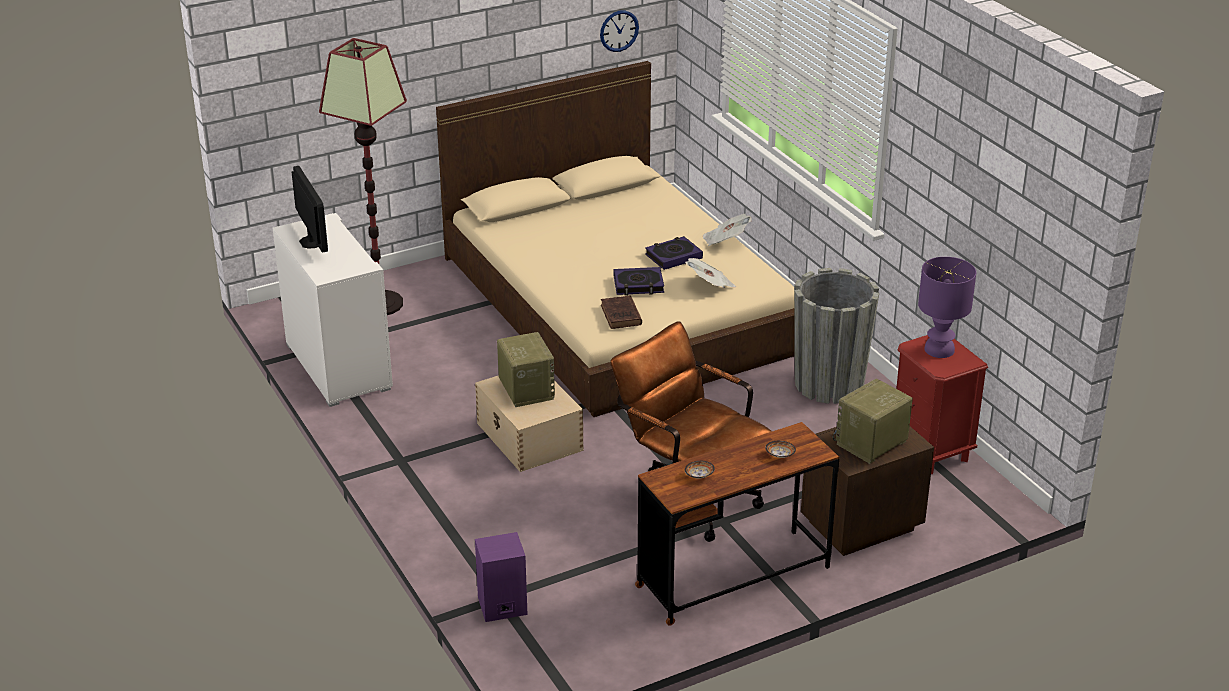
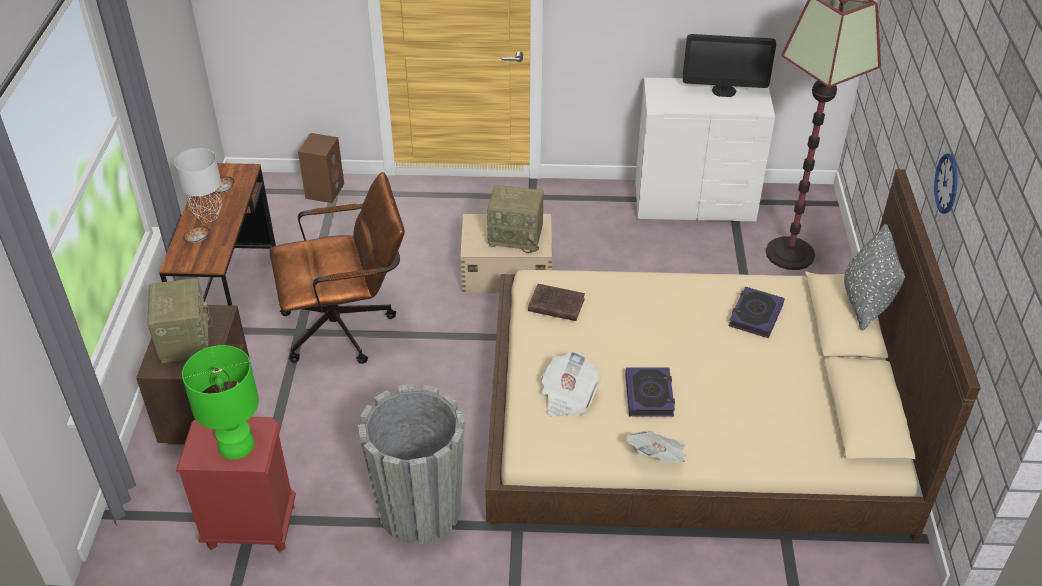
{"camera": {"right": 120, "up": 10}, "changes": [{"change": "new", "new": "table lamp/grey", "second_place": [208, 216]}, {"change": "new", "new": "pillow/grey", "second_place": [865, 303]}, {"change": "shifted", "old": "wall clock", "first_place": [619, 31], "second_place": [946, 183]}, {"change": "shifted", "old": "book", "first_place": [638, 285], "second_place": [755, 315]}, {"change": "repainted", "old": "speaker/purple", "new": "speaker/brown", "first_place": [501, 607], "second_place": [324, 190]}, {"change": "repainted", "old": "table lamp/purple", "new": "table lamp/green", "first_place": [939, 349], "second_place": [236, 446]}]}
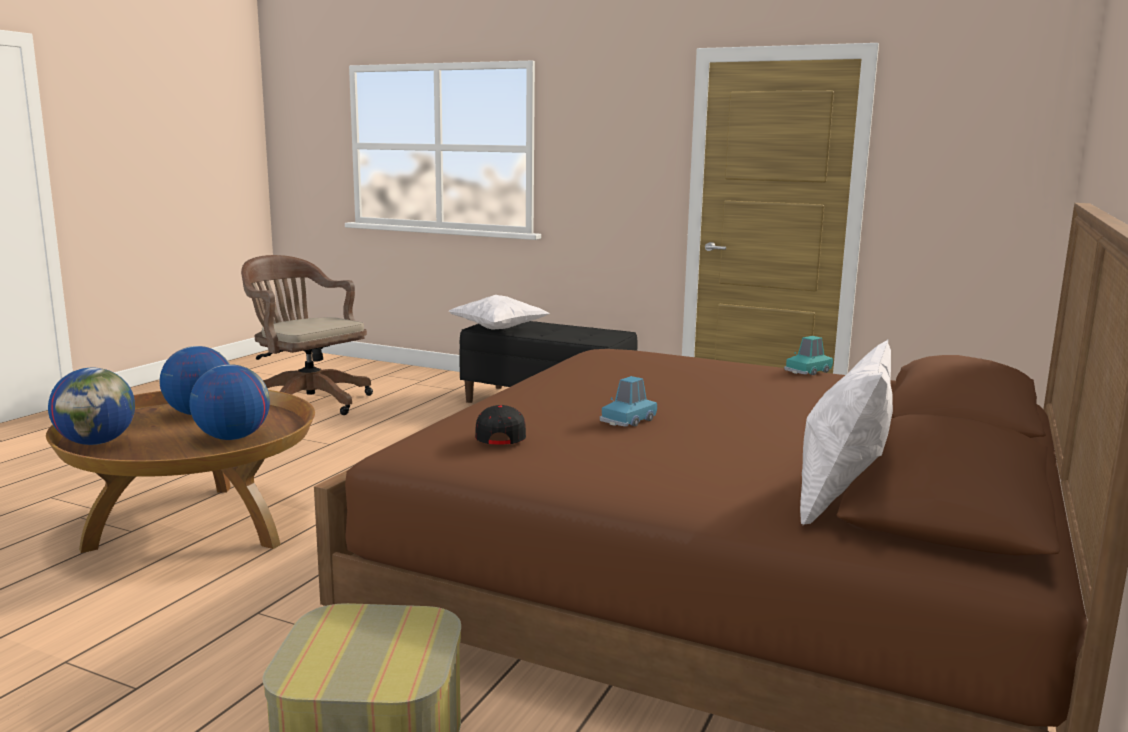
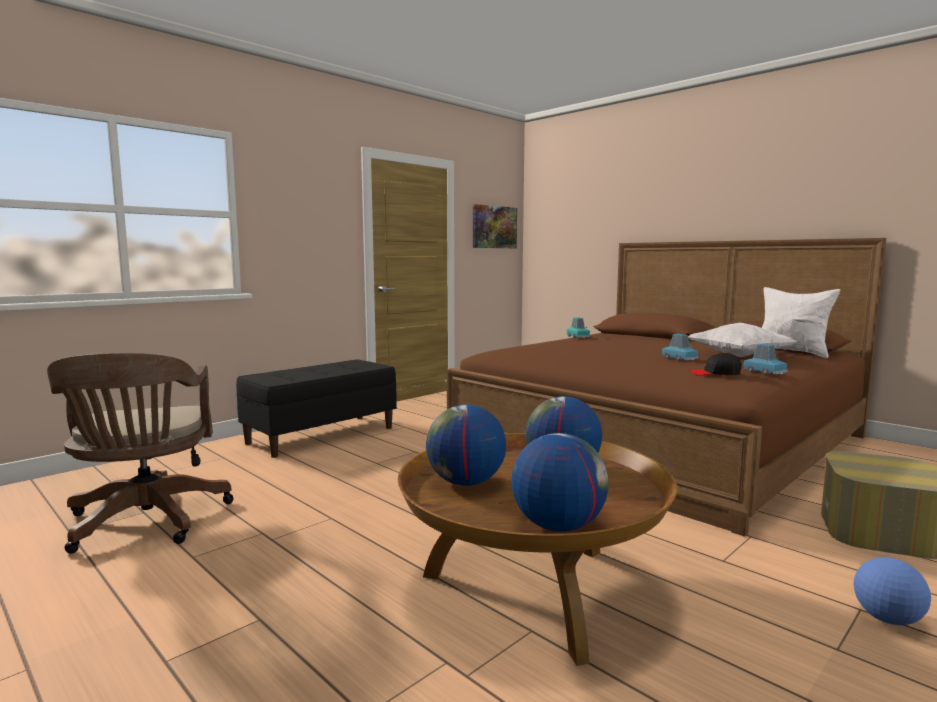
{"camera": {"right": -70, "up": -5}, "changes": [{"change": "new", "new": "picture", "second_place": [494, 227]}, {"change": "new", "new": "toy car/blue", "second_place": [764, 372]}, {"change": "new", "new": "football", "second_place": [887, 619]}, {"change": "shifted", "old": "pillow/white", "first_place": [499, 329], "second_place": [738, 356]}, {"change": "rotated", "old": "office chair/brown", "first_place": [307, 401], "second_place": [146, 523], "degrees": -75}]}
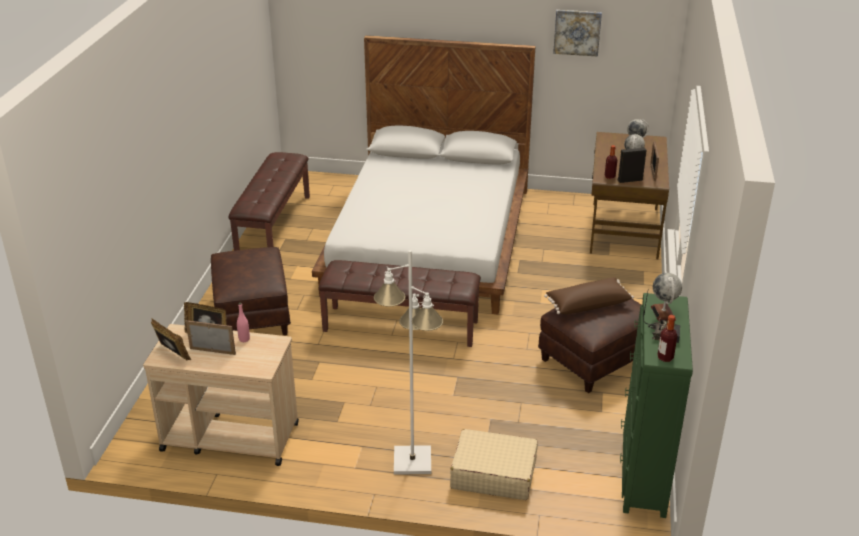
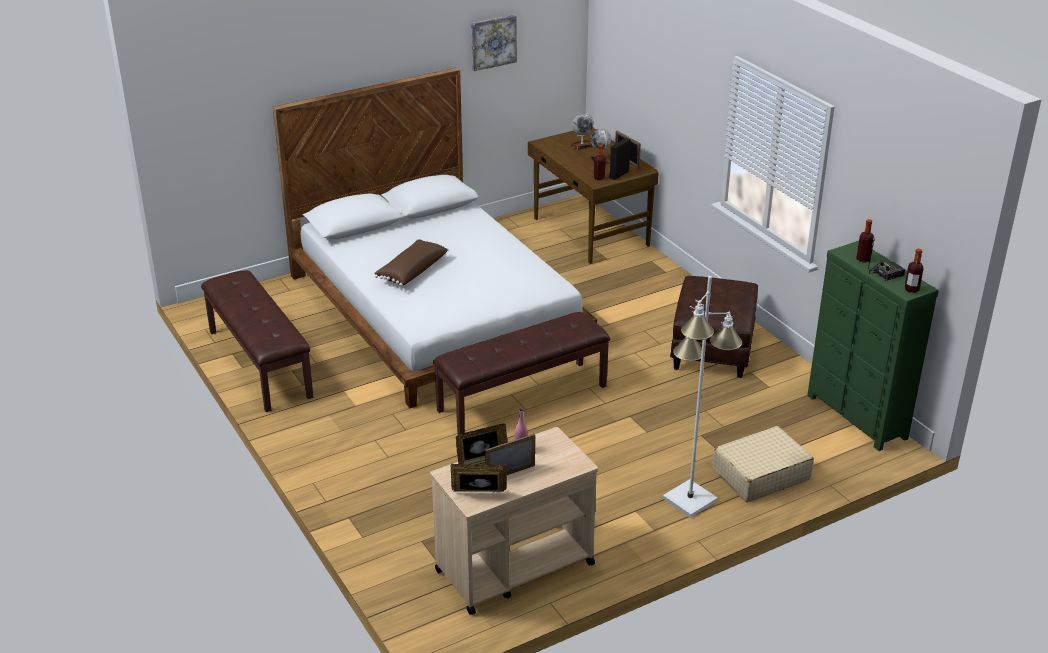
{"camera": {"right": -40, "up": 0}, "changes": [{"change": "gone", "old": "ottoman/brown", "first_place": [251, 315]}, {"change": "shifted", "old": "pillow/brown", "first_place": [587, 304], "second_place": [411, 271]}, {"change": "swapped", "old": "globe", "new": "bottle", "first_place": [663, 313], "second_place": [863, 259]}]}
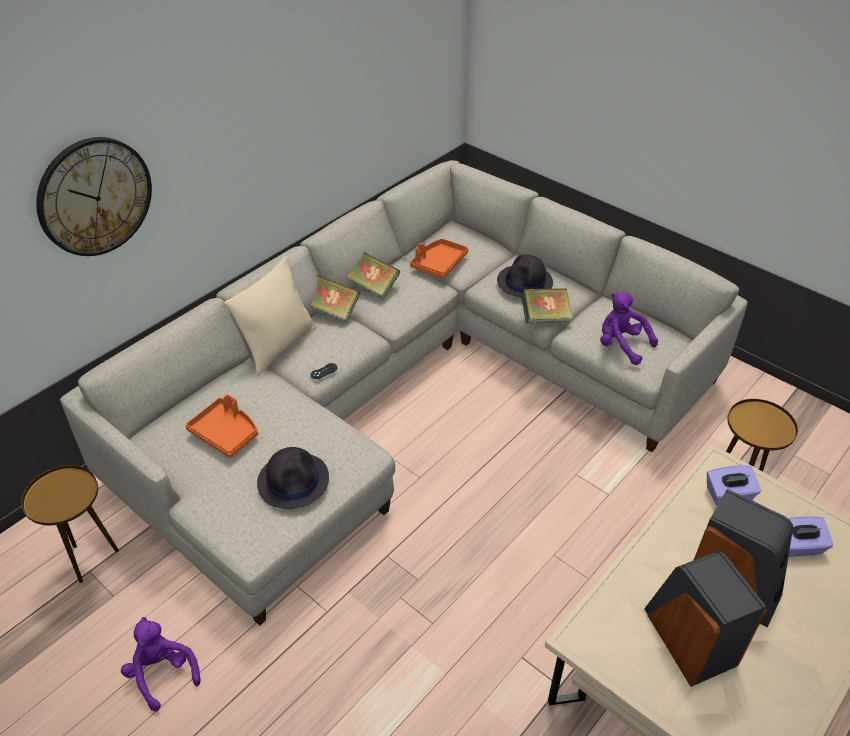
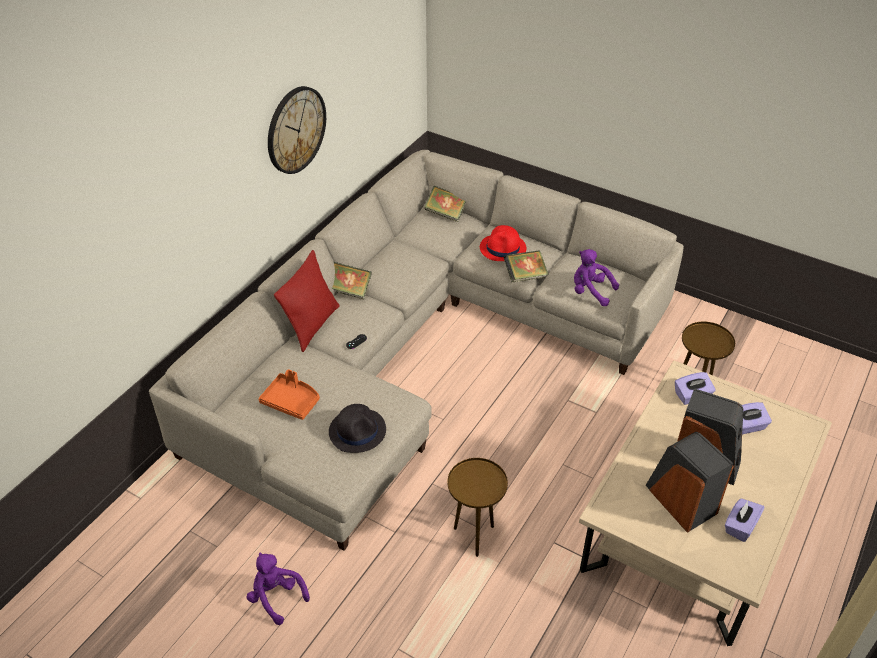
{"camera": {"right": -10, "up": 0}, "changes": [{"change": "gone", "old": "tray/orange", "first_place": [439, 264]}, {"change": "new", "new": "tissue box/purple", "second_place": [740, 526]}, {"change": "shifted", "old": "side table/brown", "first_place": [91, 559], "second_place": [474, 536]}, {"change": "shifted", "old": "wall clock", "first_place": [95, 196], "second_place": [295, 130]}, {"change": "shifted", "old": "book", "first_place": [372, 287], "second_place": [446, 213]}, {"change": "repainted", "old": "pillow/beige", "new": "pillow/red", "first_place": [279, 346], "second_place": [312, 325]}, {"change": "repainted", "old": "hat/black", "new": "hat/red", "first_place": [525, 282], "second_place": [503, 248]}]}
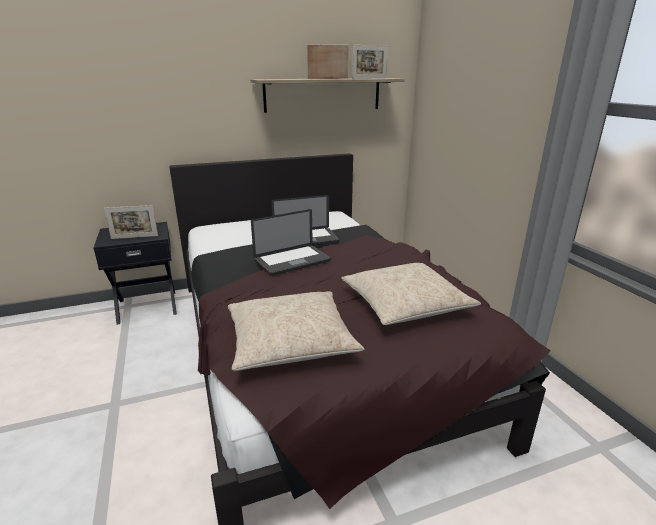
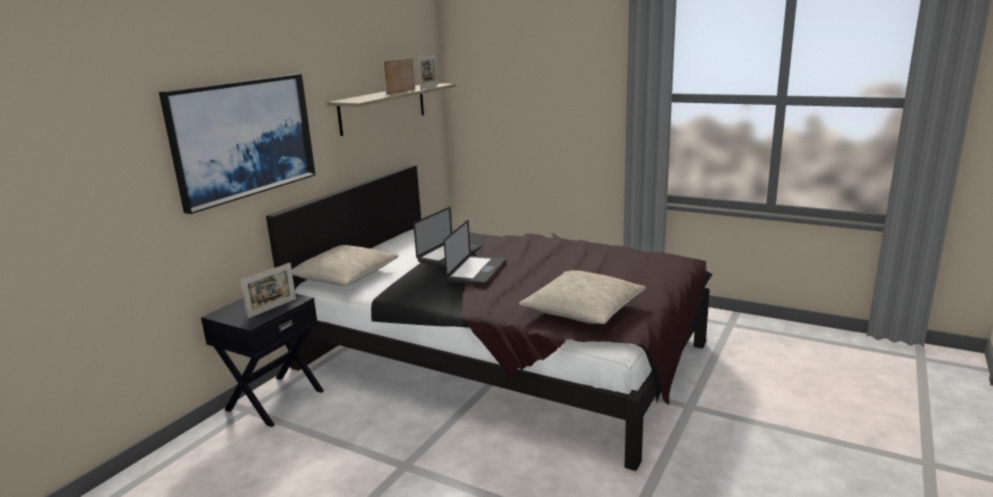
{"camera": {"right": -40, "up": -5}, "changes": [{"change": "new", "new": "picture", "second_place": [243, 138]}, {"change": "shifted", "old": "pillow/beige", "first_place": [405, 304], "second_place": [344, 276]}]}
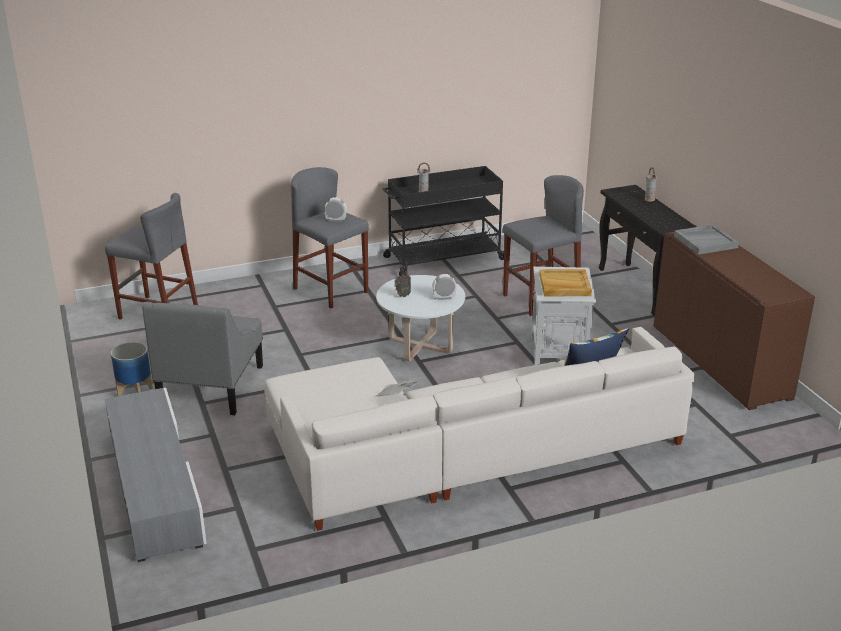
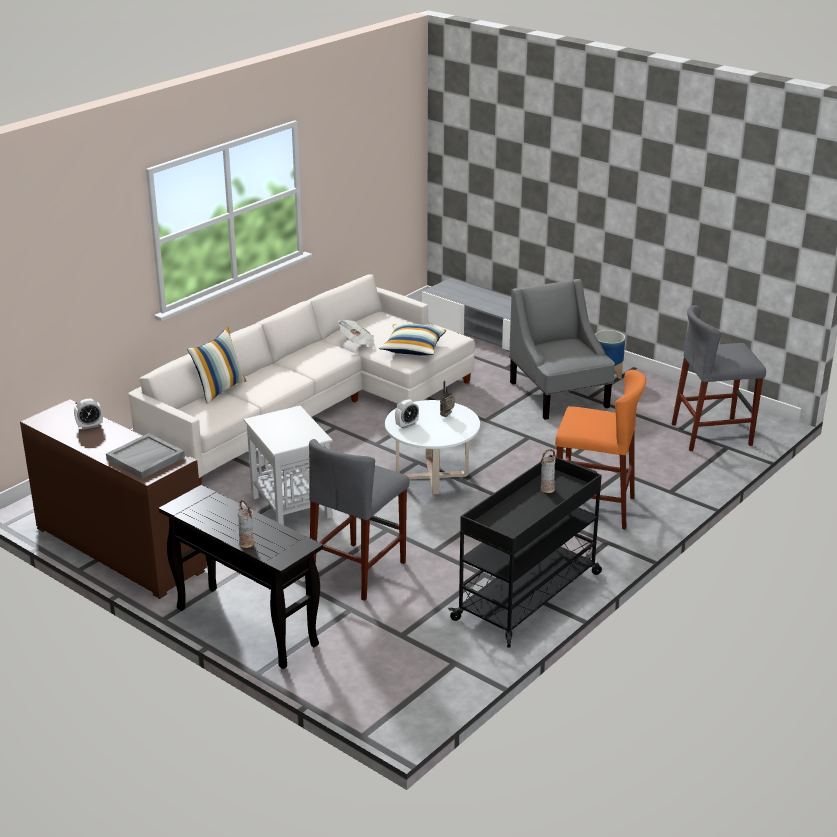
{"camera": {"right": 150, "up": 0}, "changes": [{"change": "gone", "old": "tray/beige", "first_place": [564, 285]}, {"change": "new", "new": "pillow", "second_place": [413, 348]}, {"change": "shifted", "old": "alarm clock", "first_place": [335, 220], "second_place": [90, 426]}, {"change": "repainted", "old": "stool/grey", "new": "stool/orange", "first_place": [331, 290], "second_place": [594, 508]}]}
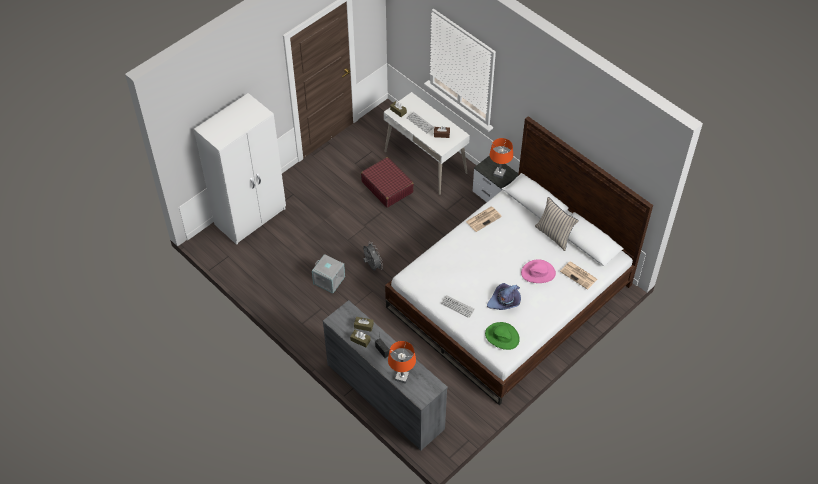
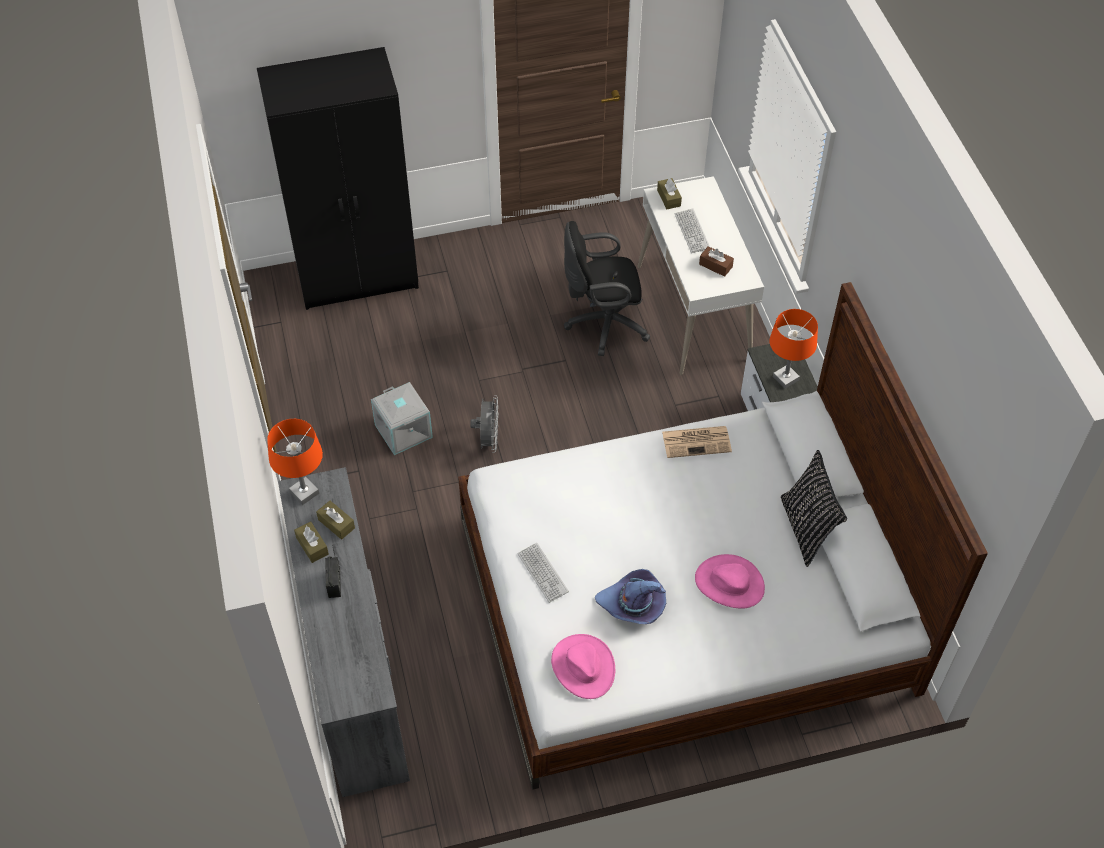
{"camera": {"right": 30, "up": 0}, "changes": [{"change": "gone", "old": "newspaper", "first_place": [579, 275]}, {"change": "shifted", "old": "table lamp/orange", "first_place": [402, 377], "second_place": [304, 493]}, {"change": "swapped", "old": "suitcase/red", "new": "office chair/black", "first_place": [387, 187], "second_place": [603, 324]}, {"change": "repainted", "old": "wardrobe/white", "new": "wardrobe/black", "first_place": [251, 217], "second_place": [359, 278]}, {"change": "repainted", "old": "hat/green", "new": "hat/pink", "first_place": [502, 337], "second_place": [583, 667]}, {"change": "repainted", "old": "pillow/beige", "new": "pillow/black", "first_place": [554, 235], "second_place": [807, 528]}]}
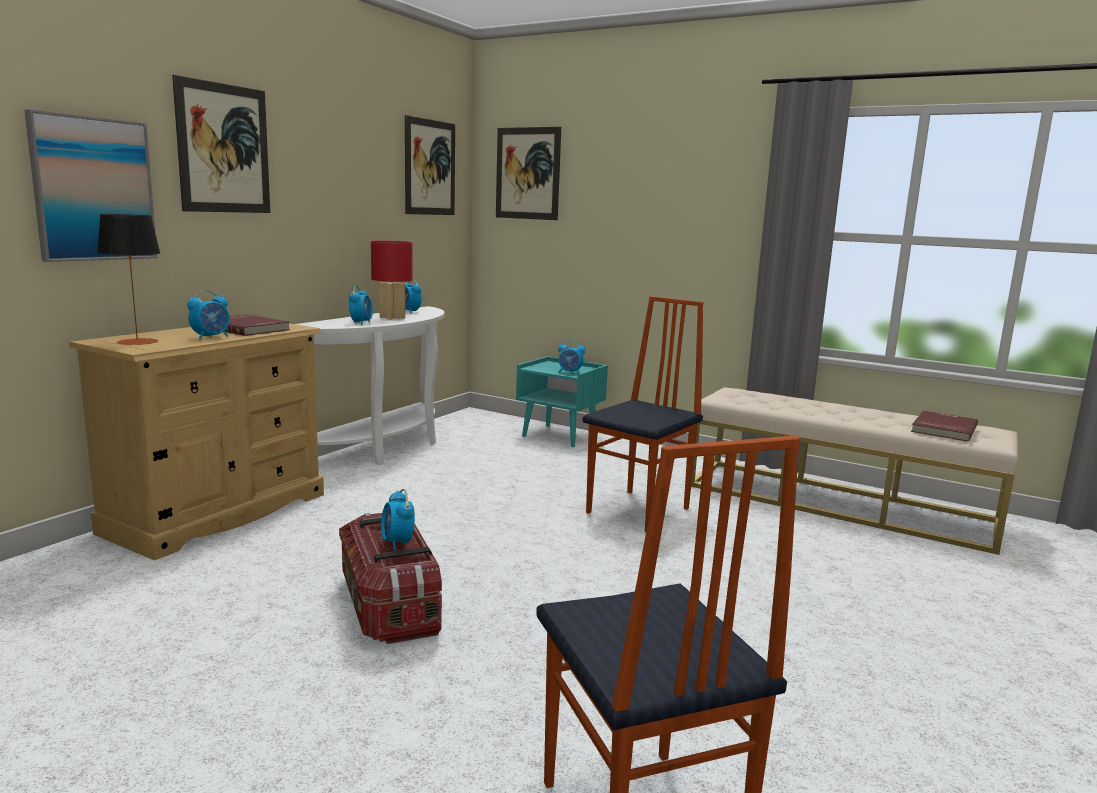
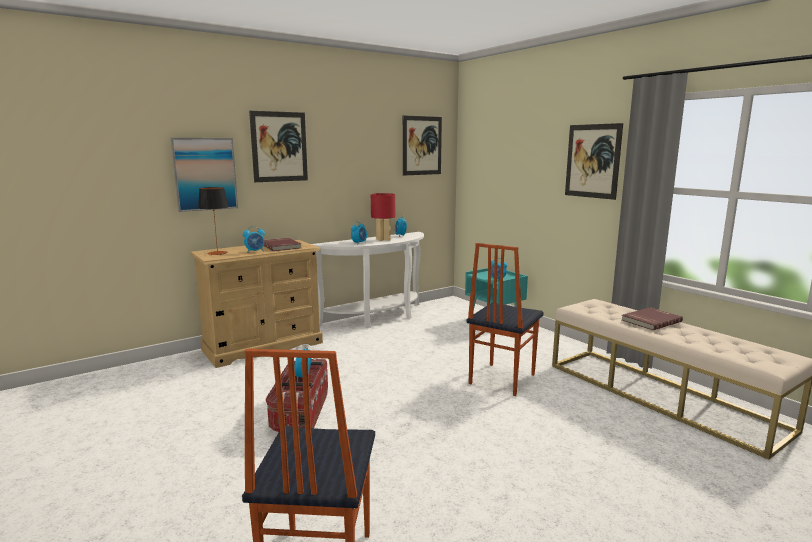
{"camera": {"right": 25, "up": 0}, "changes": [{"change": "shifted", "old": "picture", "first_place": [527, 173], "second_place": [592, 161]}, {"change": "shifted", "old": "book/red", "first_place": [942, 429], "second_place": [650, 320]}, {"change": "rotated", "old": "chair", "first_place": [640, 510], "second_place": [500, 379], "degrees": 150}]}
